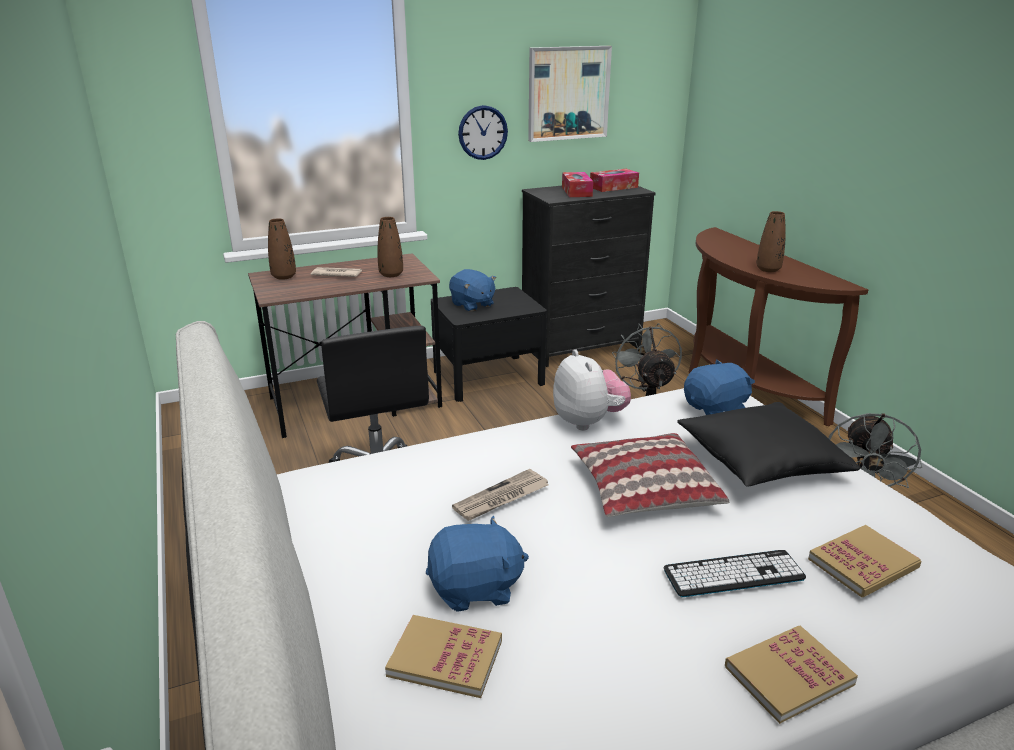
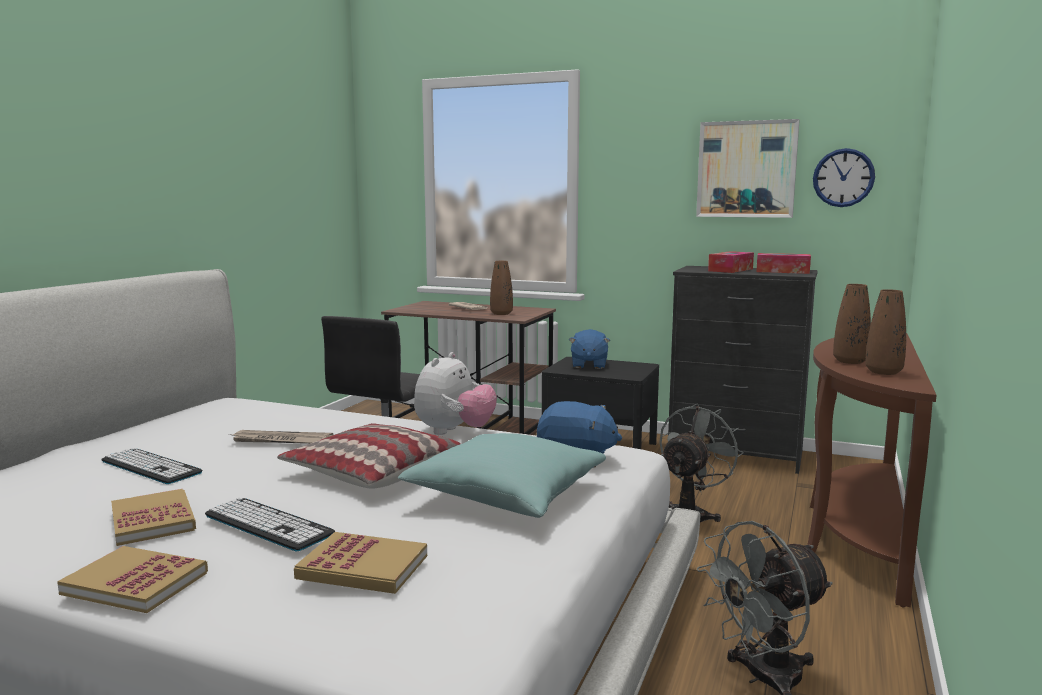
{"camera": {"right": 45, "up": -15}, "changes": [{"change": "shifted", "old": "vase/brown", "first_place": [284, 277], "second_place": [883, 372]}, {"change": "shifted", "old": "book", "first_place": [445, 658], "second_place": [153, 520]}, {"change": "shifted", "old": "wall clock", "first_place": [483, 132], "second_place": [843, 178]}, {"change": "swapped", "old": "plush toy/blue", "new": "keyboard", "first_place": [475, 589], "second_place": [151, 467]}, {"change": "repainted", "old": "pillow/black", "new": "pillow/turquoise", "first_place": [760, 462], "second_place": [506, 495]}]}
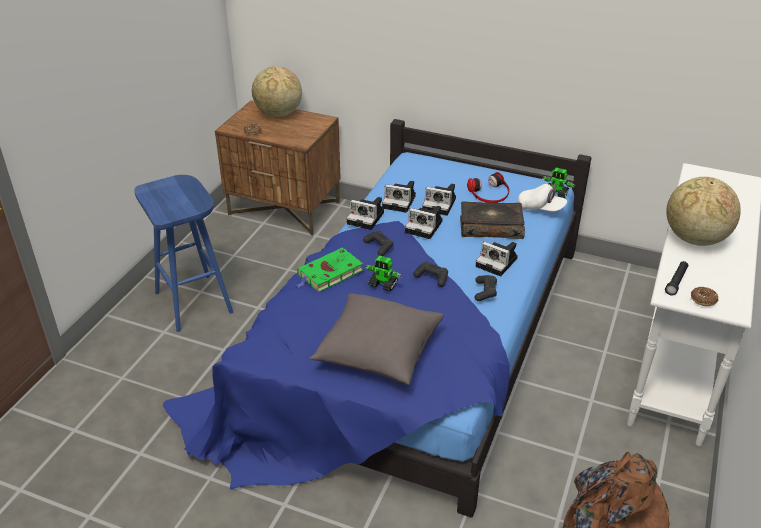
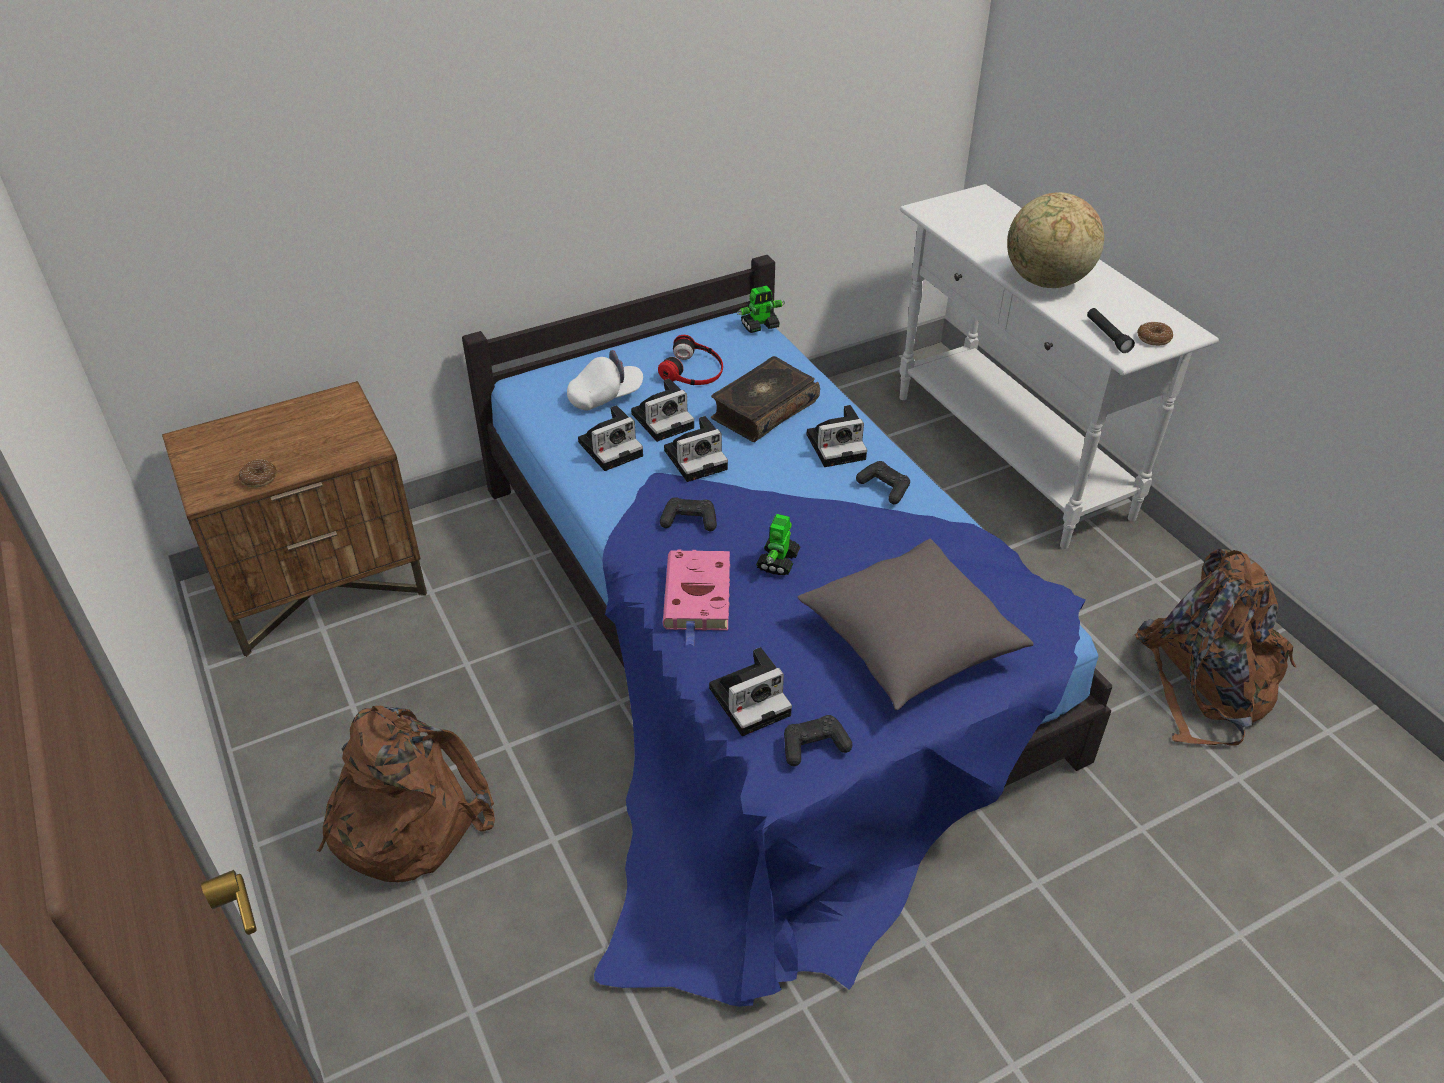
{"camera": {"right": -50, "up": 5}, "changes": [{"change": "gone", "old": "globe", "first_place": [278, 114]}, {"change": "shifted", "old": "photo camera", "first_place": [367, 218], "second_place": [752, 699]}, {"change": "shifted", "old": "game controller/black", "first_place": [432, 278], "second_place": [814, 746]}, {"change": "shifted", "old": "cap/white", "first_place": [541, 208], "second_place": [605, 397]}, {"change": "swapped", "old": "stool/blue", "new": "backpack/brown", "first_place": [195, 303], "second_place": [405, 815]}, {"change": "repainted", "old": "book/green", "new": "book/pink", "first_place": [329, 274], "second_place": [698, 598]}, {"change": "rotated", "old": "toy robot", "first_place": [383, 284], "second_place": [778, 561], "degrees": 135}]}
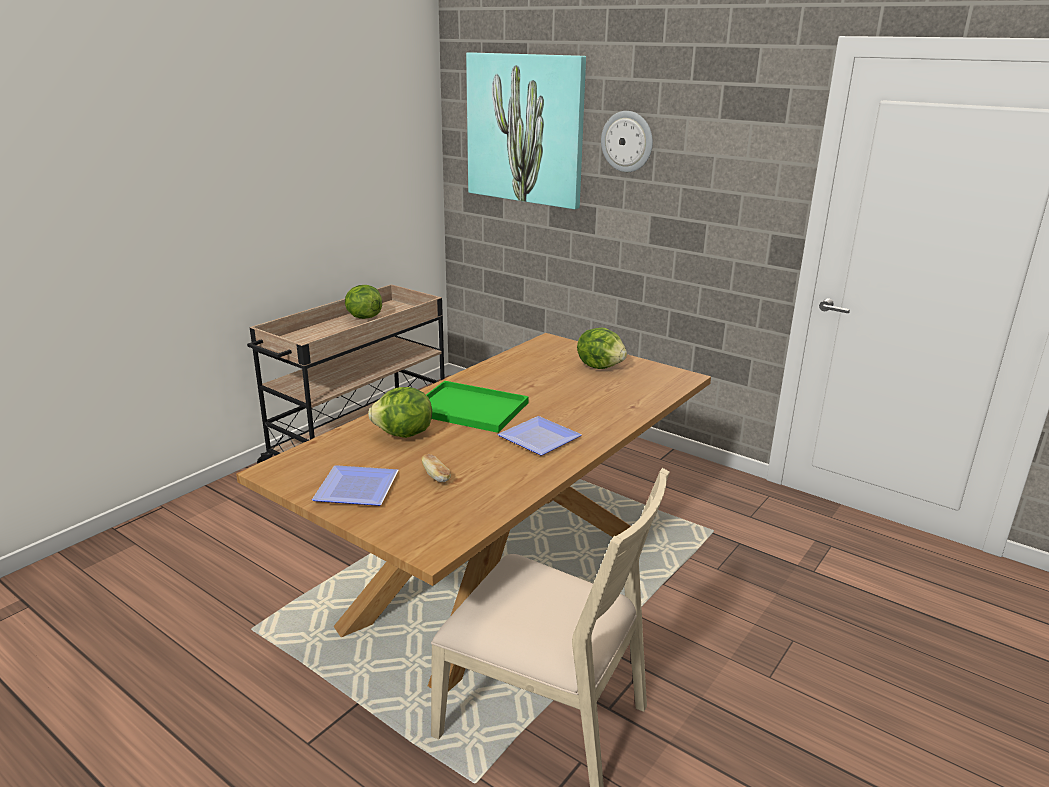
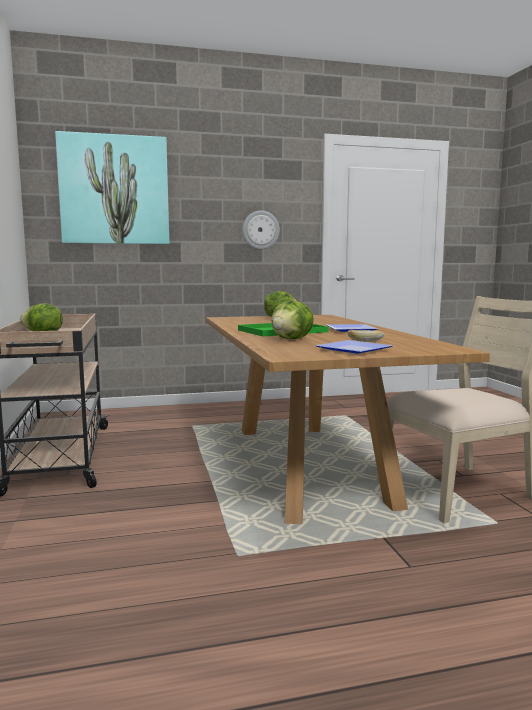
{"camera": {"right": -50, "up": -15}, "changes": [{"change": "shifted", "old": "wall clock", "first_place": [627, 141], "second_place": [260, 230]}]}
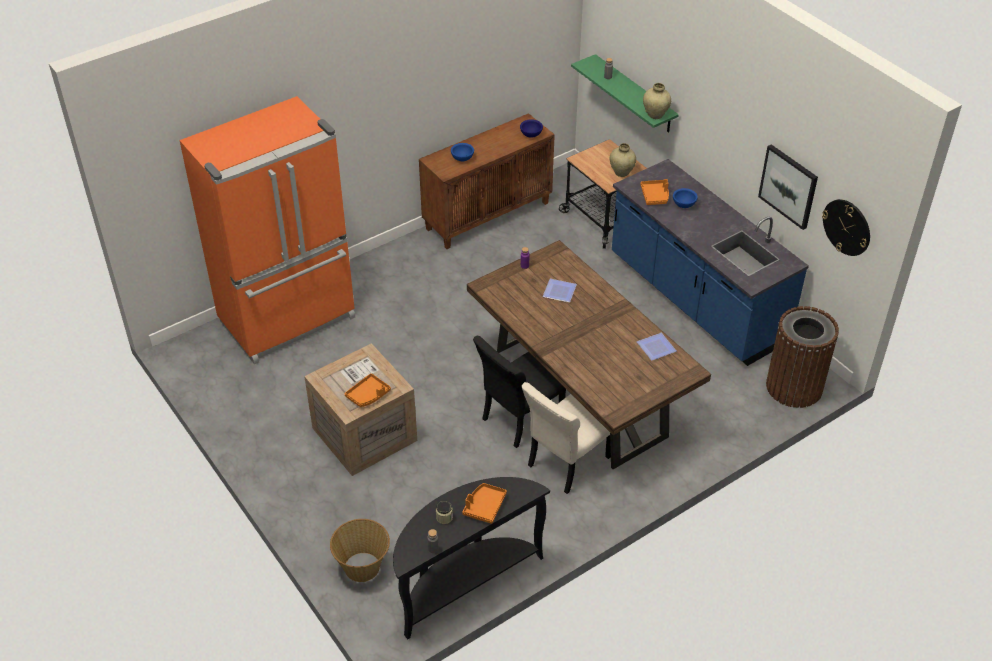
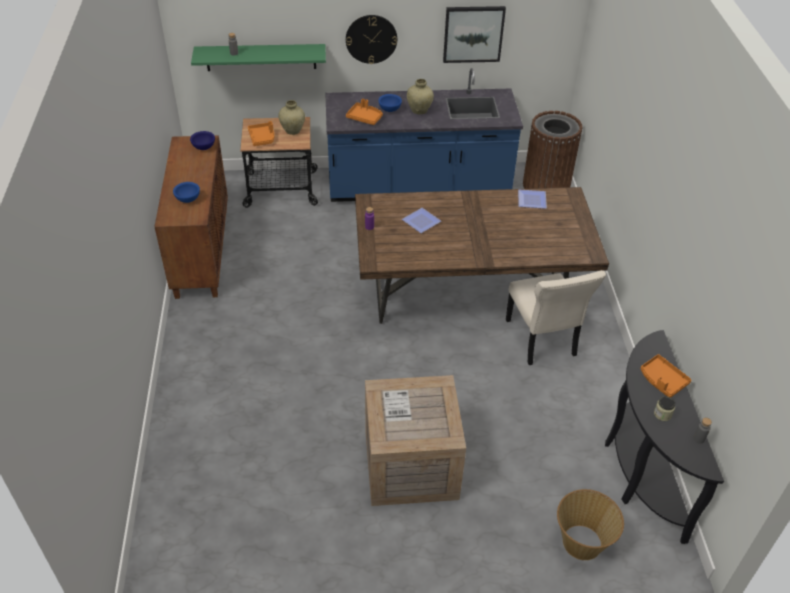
{"camera": {"right": -60, "up": 0}, "changes": [{"change": "gone", "old": "fridge/orange", "first_place": [289, 320]}, {"change": "gone", "old": "chair/black", "first_place": [519, 419]}, {"change": "shifted", "old": "tray/orange", "first_place": [368, 395], "second_place": [262, 138]}, {"change": "shifted", "old": "vase/beige", "first_place": [655, 115], "second_place": [419, 111]}, {"change": "shifted", "old": "wall clock", "first_place": [847, 227], "second_place": [371, 39]}]}
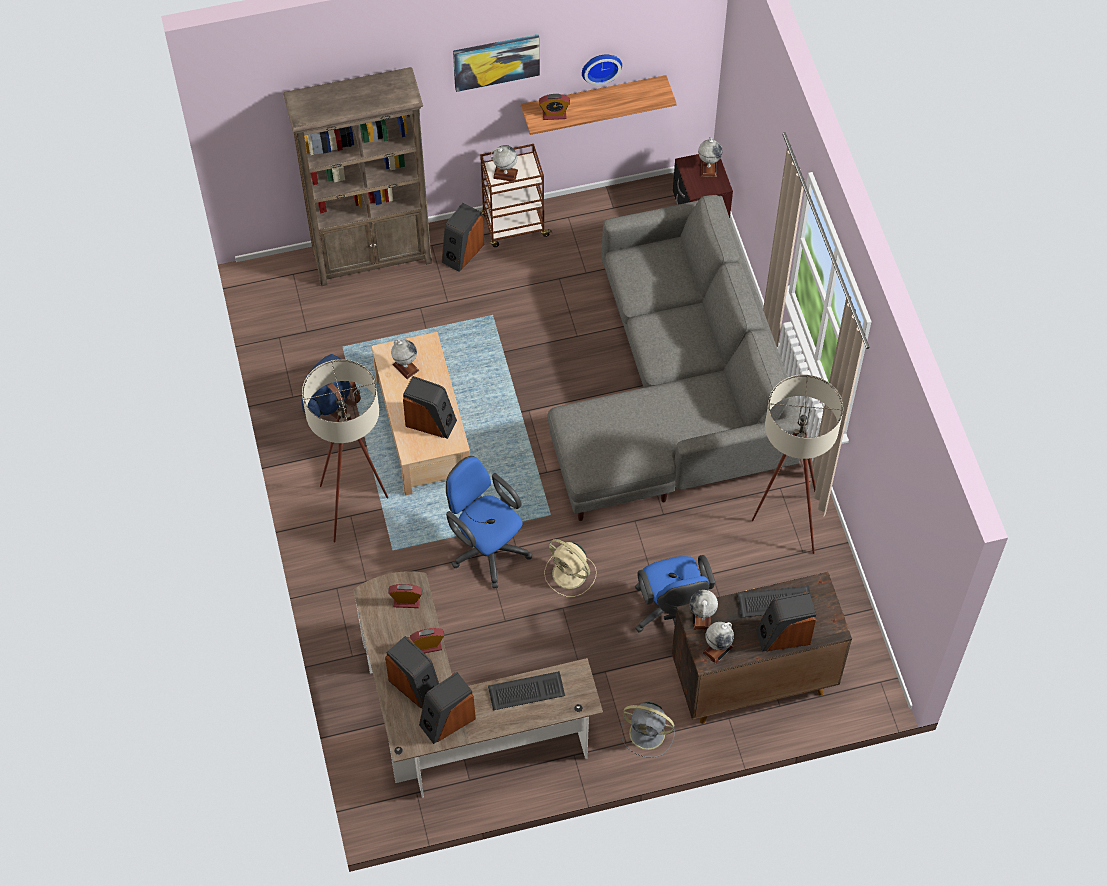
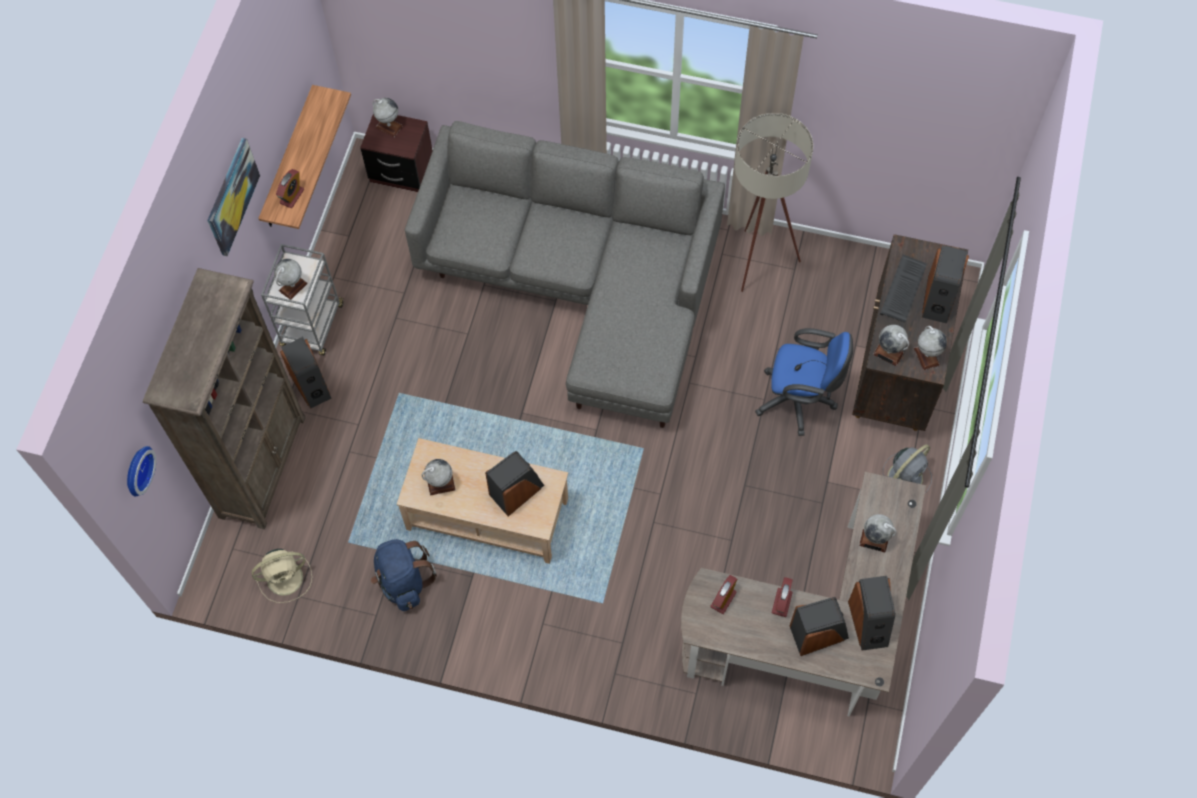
{"camera": {"right": -60, "up": 5}, "changes": [{"change": "gone", "old": "floor lamp/beige", "first_place": [356, 506]}, {"change": "gone", "old": "office chair/blue", "first_place": [486, 548]}, {"change": "shifted", "old": "fan/beige", "first_place": [570, 574], "second_place": [286, 577]}, {"change": "shifted", "old": "wall clock", "first_place": [600, 66], "second_place": [136, 470]}, {"change": "swapped", "old": "keyboard", "new": "globe", "first_place": [525, 692], "second_place": [874, 540]}, {"change": "repainted", "old": "cart/brown", "new": "cart/grey", "first_place": [514, 226], "second_place": [312, 326]}]}
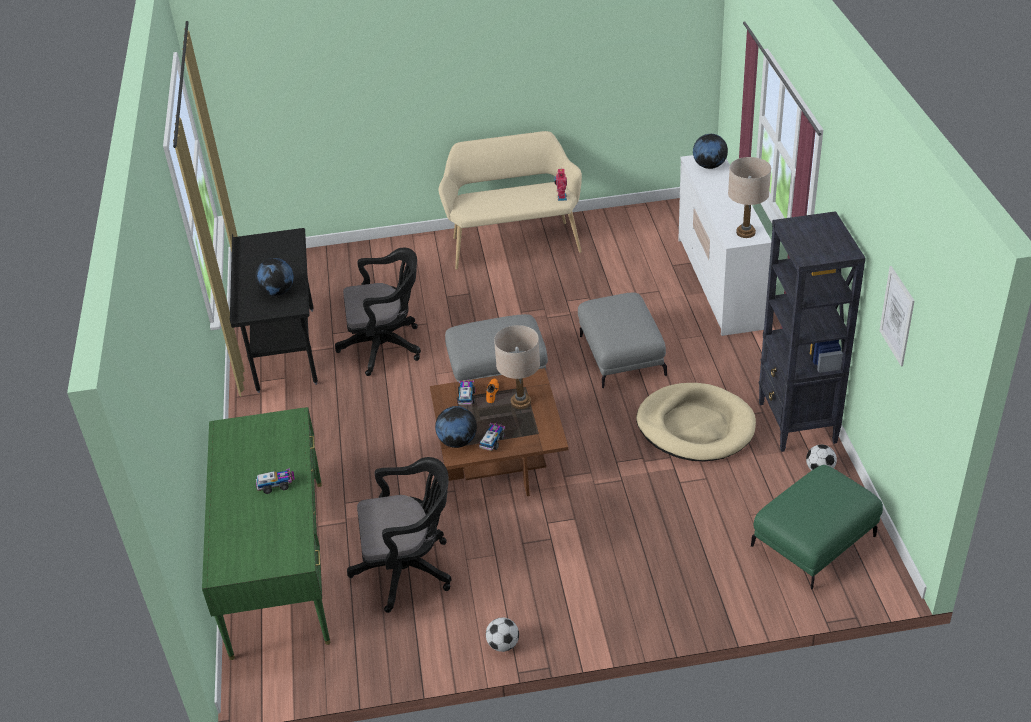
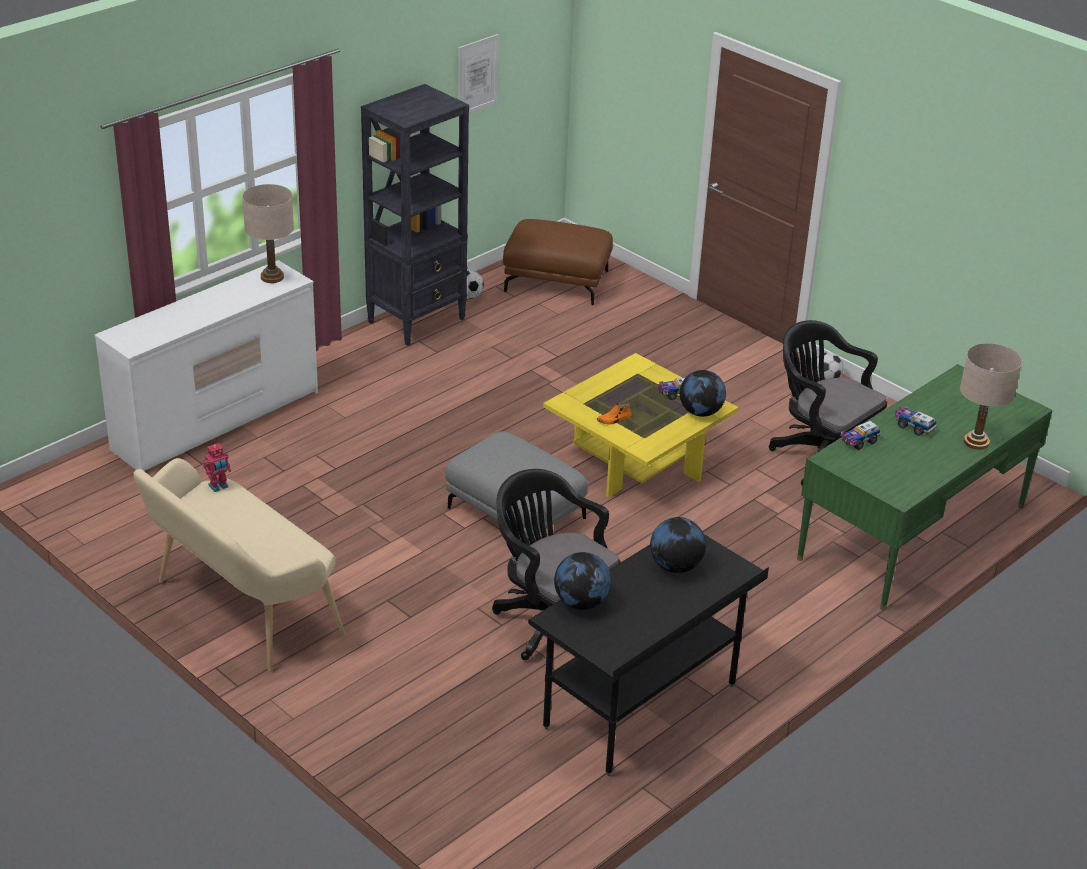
{"camera": {"right": -130, "up": -5}, "changes": [{"change": "gone", "old": "ottoman/grey", "first_place": [620, 356]}, {"change": "gone", "old": "dog bed/beige", "first_place": [695, 426]}, {"change": "shifted", "old": "toy truck", "first_place": [466, 397], "second_place": [858, 442]}, {"change": "shifted", "old": "table lamp/beige", "first_place": [520, 402], "second_place": [976, 442]}, {"change": "shifted", "old": "globe", "first_place": [709, 166], "second_place": [581, 603]}, {"change": "repainted", "old": "coffee table/brown", "new": "coffee table/yellow", "first_place": [500, 458], "second_place": [636, 461]}, {"change": "repainted", "old": "ottoman/green", "new": "ottoman/brown", "first_place": [814, 543], "second_place": [557, 281]}]}
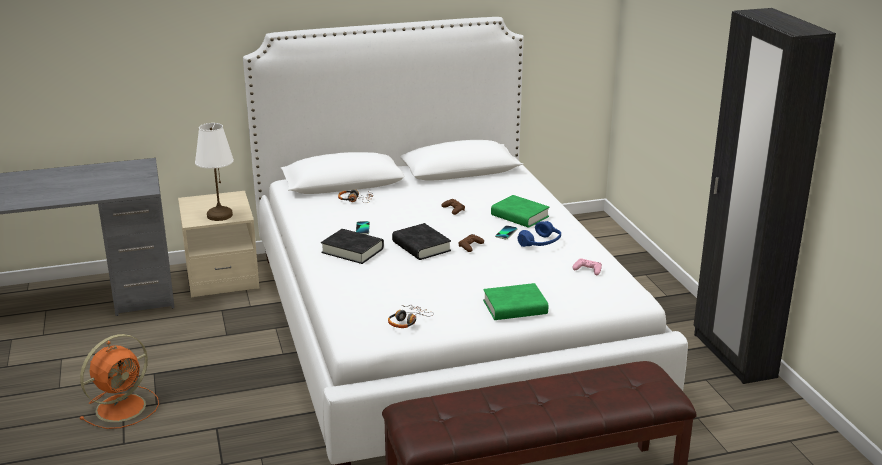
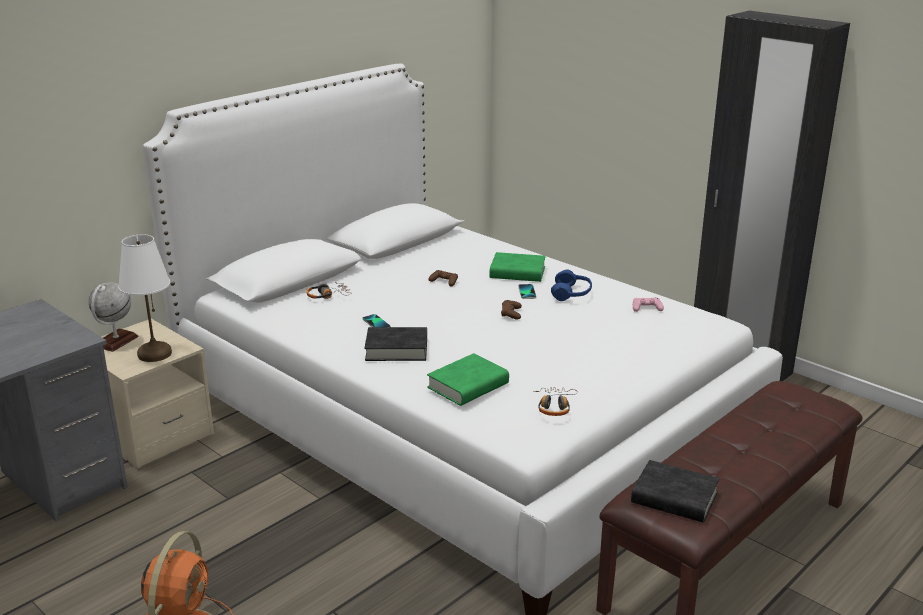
{"camera": {"right": -30, "up": 0}, "changes": [{"change": "new", "new": "globe", "second_place": [116, 341]}, {"change": "shifted", "old": "book/black", "first_place": [421, 246], "second_place": [674, 498]}, {"change": "shifted", "old": "book/green", "first_place": [515, 307], "second_place": [468, 386]}]}
